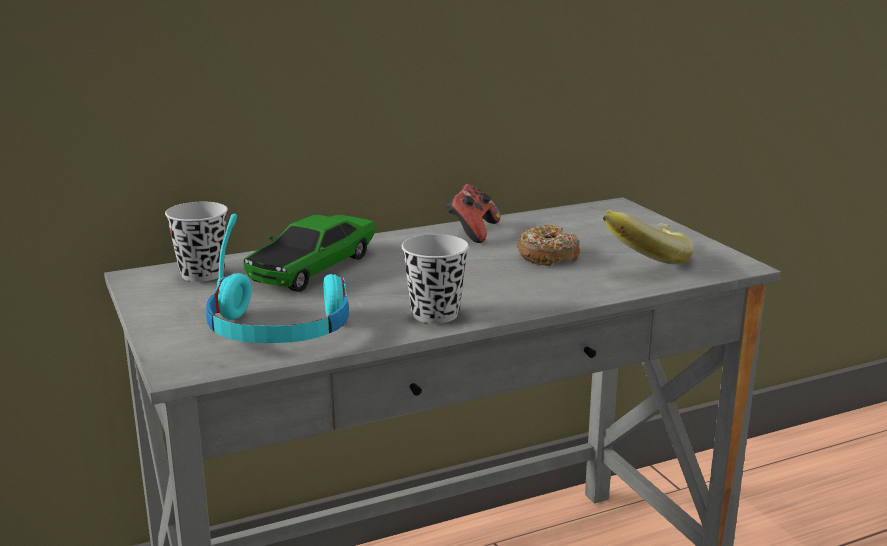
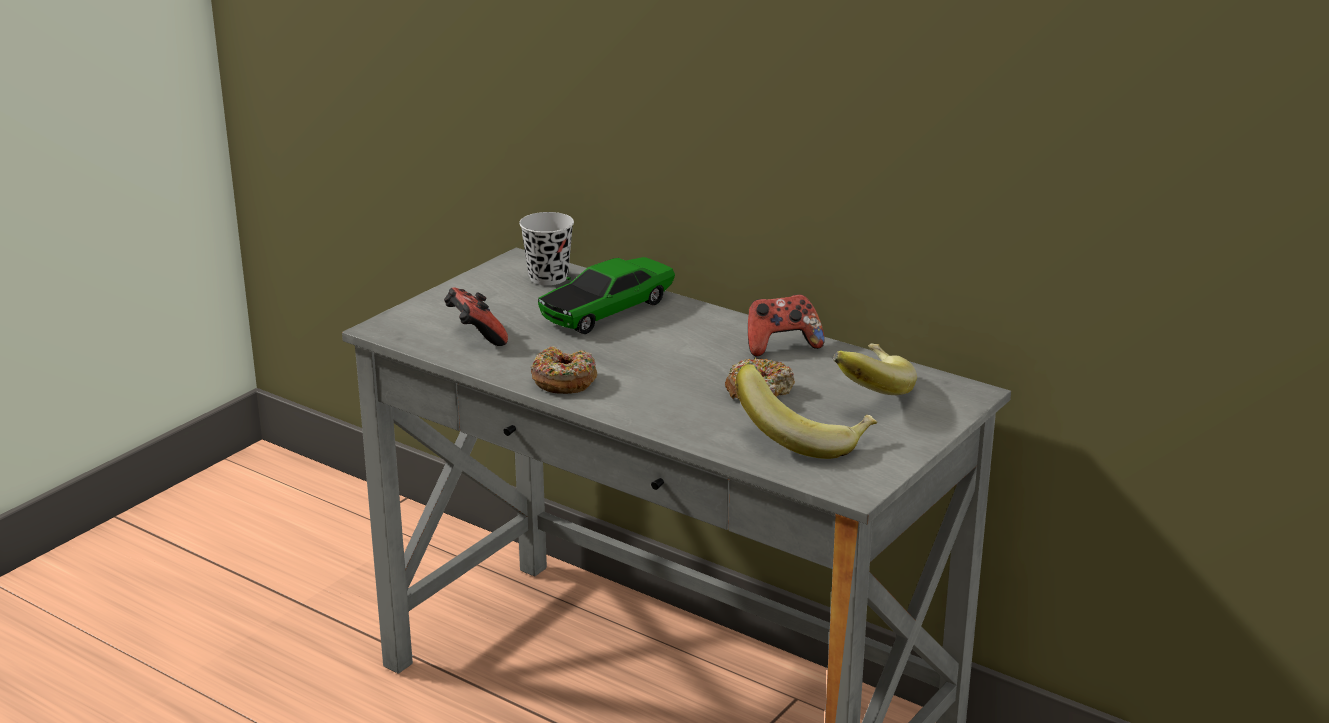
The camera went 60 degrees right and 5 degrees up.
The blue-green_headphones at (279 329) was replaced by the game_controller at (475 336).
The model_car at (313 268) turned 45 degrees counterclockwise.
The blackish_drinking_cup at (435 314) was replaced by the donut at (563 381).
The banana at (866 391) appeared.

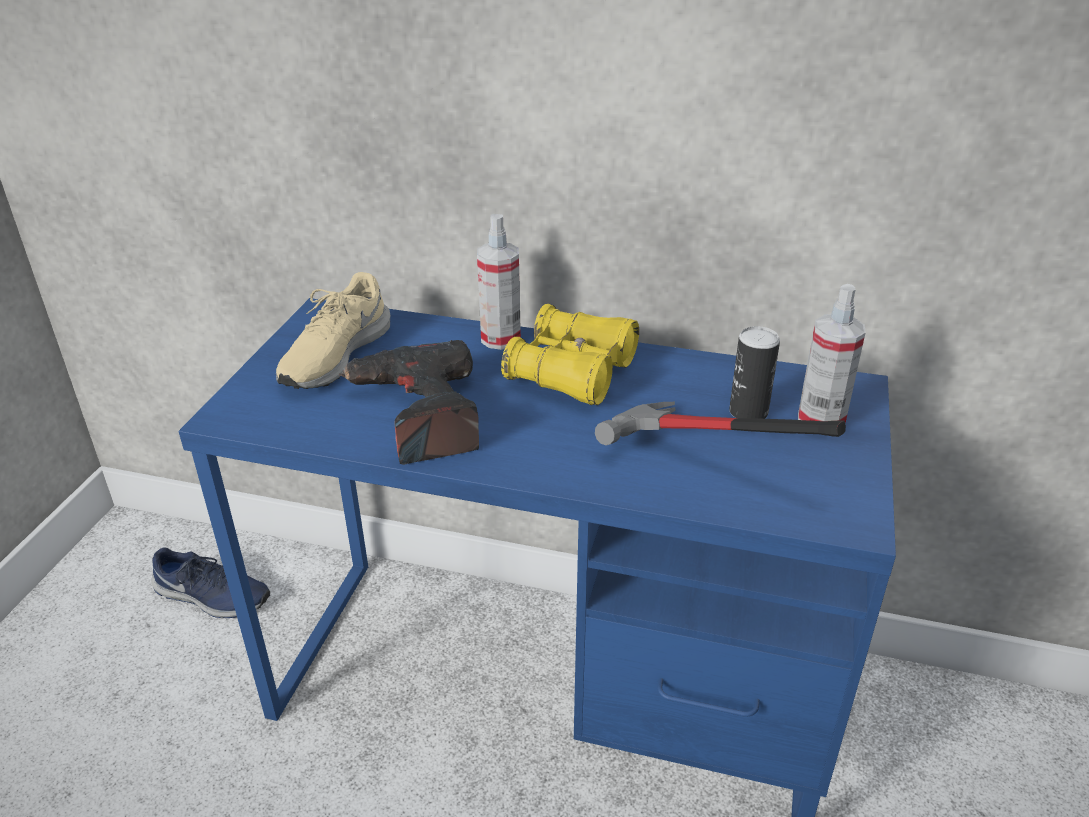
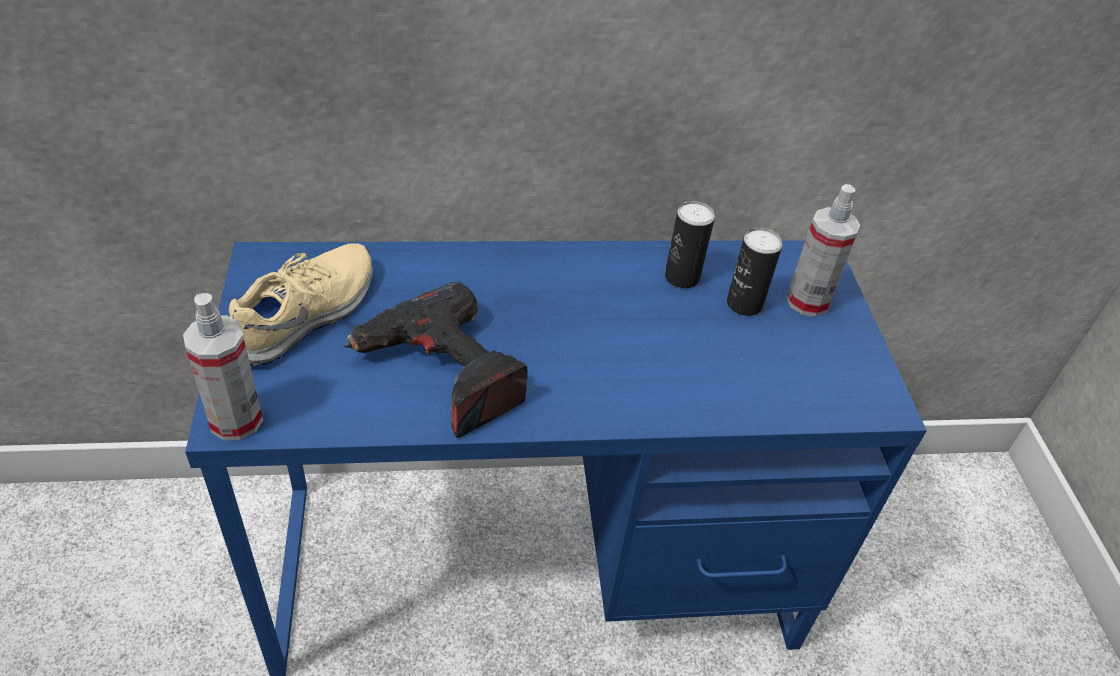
The camera went 25 degrees left and 10 degrees up.
The bluish_shoe at (212 597) disappeared.
The sand-coloured_shoe at (334 355) turned 150 degrees counterclockwise.
The spray_bottle moved from (501 338) to (236 420).
The yellow_pair_of_binoculars at (572 372) disappeared.
The hand_hammer at (699 464) disappeared.
The sealed_can at (682 277) appeared.

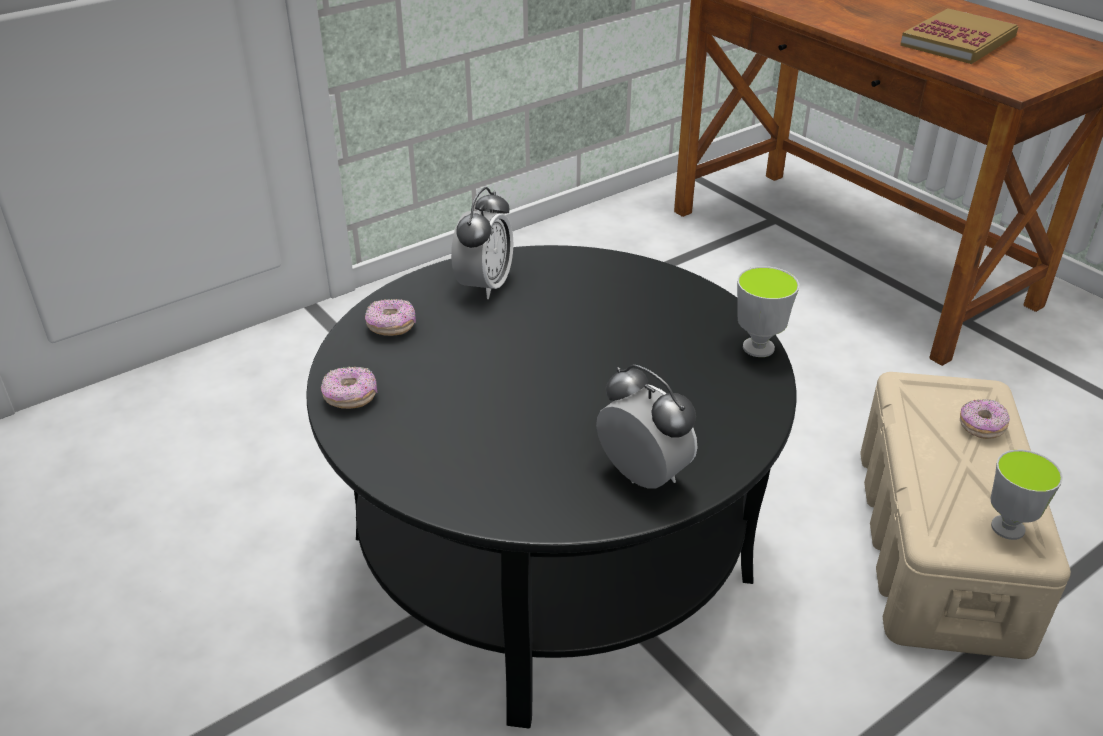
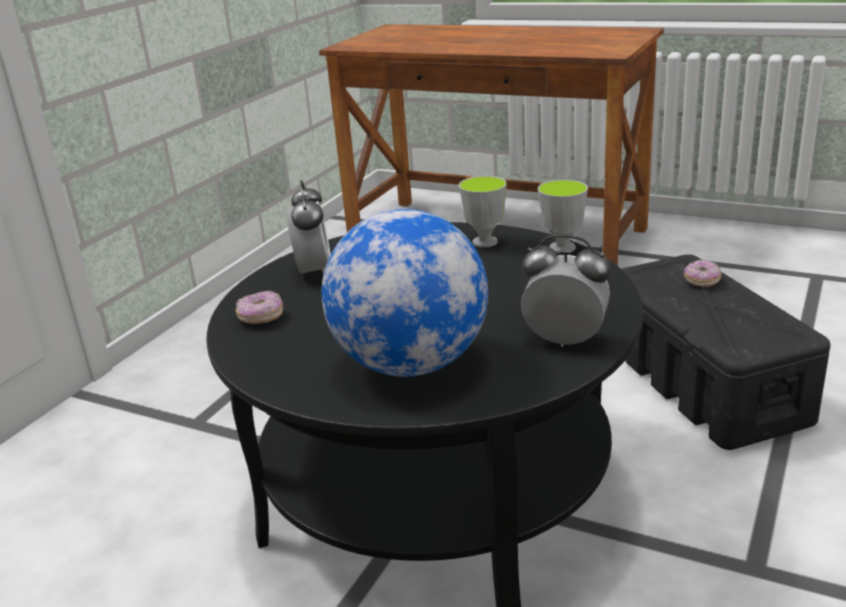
The camera went 25 degrees left and 10 degrees down.
The donut at (350 398) disappeared.
The sand-coloured_storage_bin at (938 546) became the blackish_storage_bin at (704 383).
The volume at (958 41) disappeared.
The drinking_cup moved from (1007 528) to (485 242).
The desk_globe at (411 364) appeared.

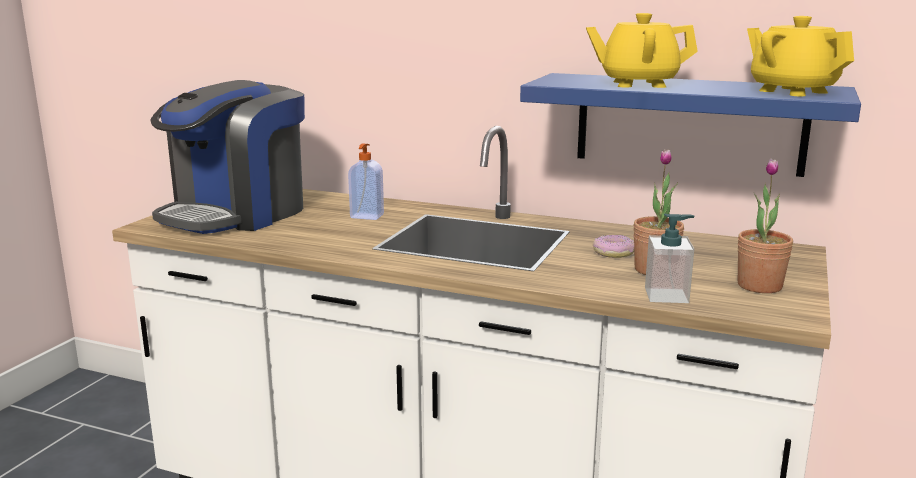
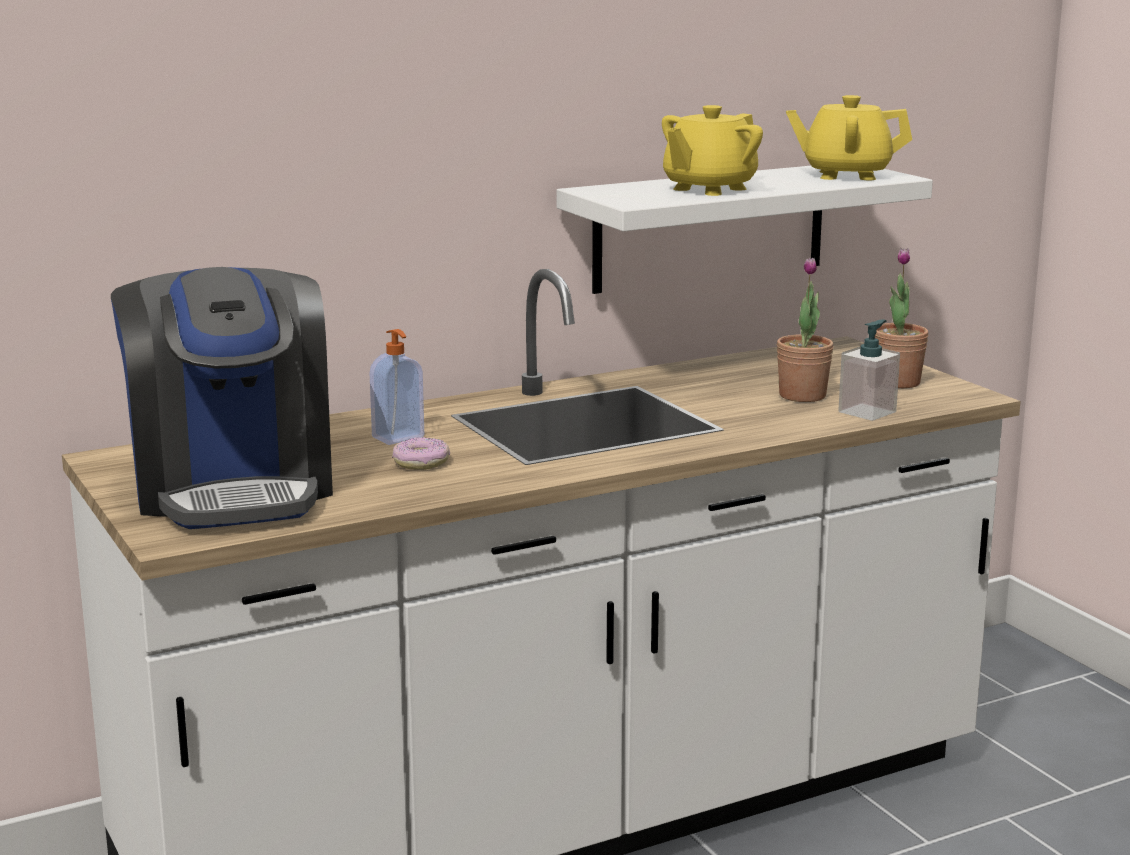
The camera went 50 degrees left and 0 degrees up.
The bluish_wall_shelf at (689 123) became the white-coloured_wall_shelf at (710 227).
The donut moved from (613 252) to (420 463).

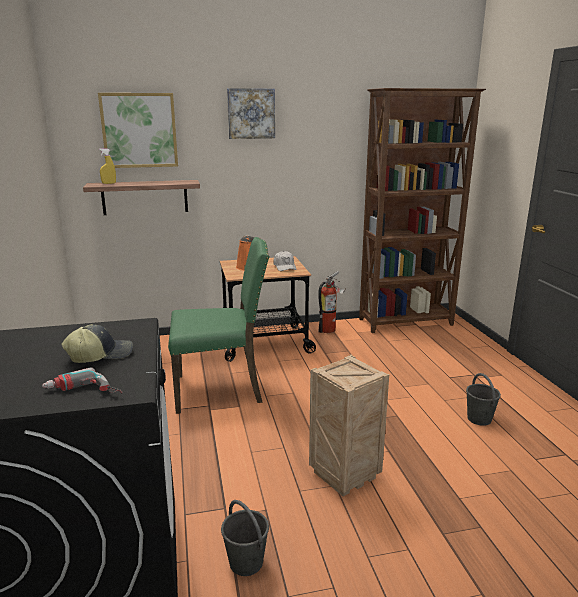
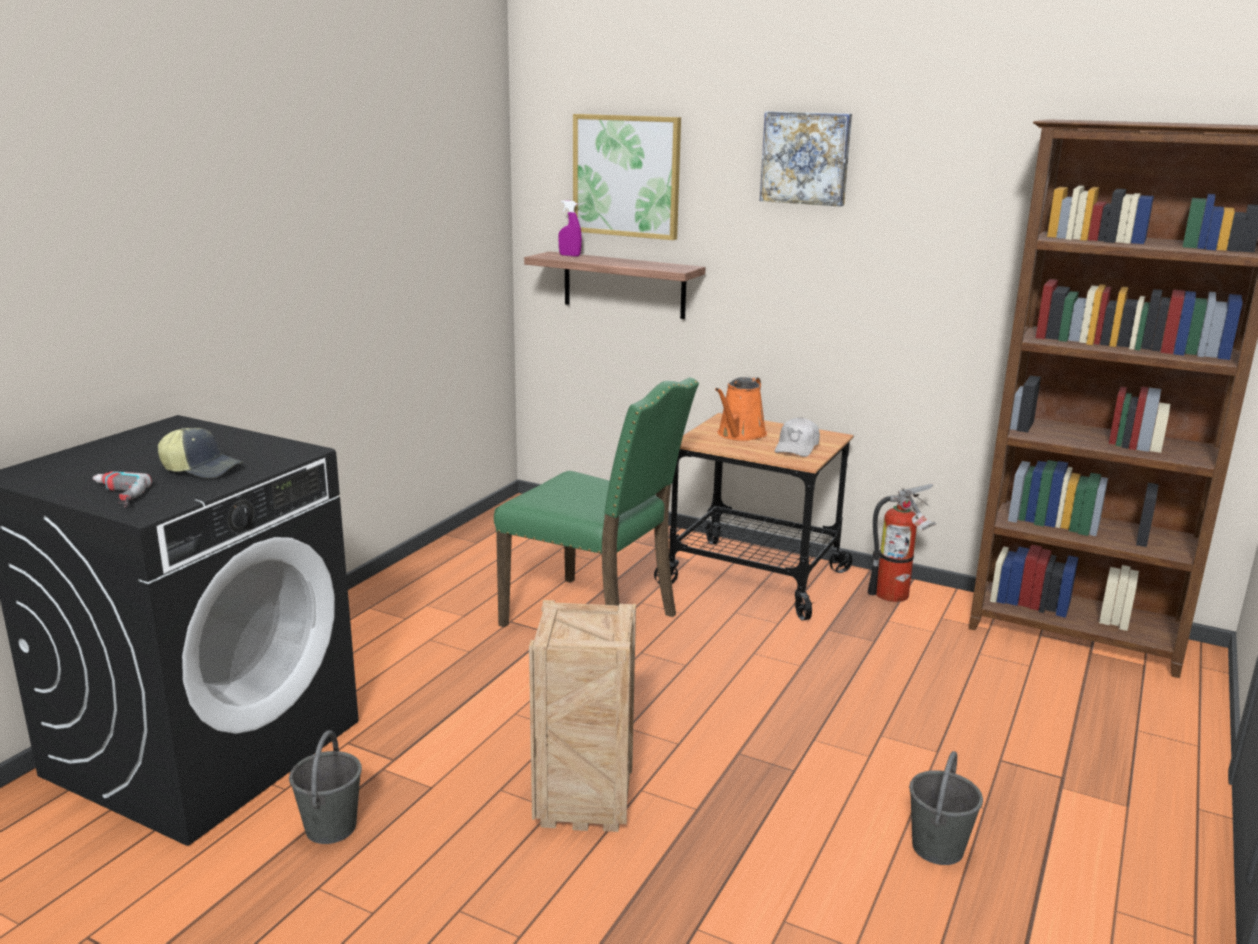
The camera went 40 degrees right and 0 degrees up.
The yellow_spray_bottle at (109 183) became the purplish_spray_bottle at (570 255).

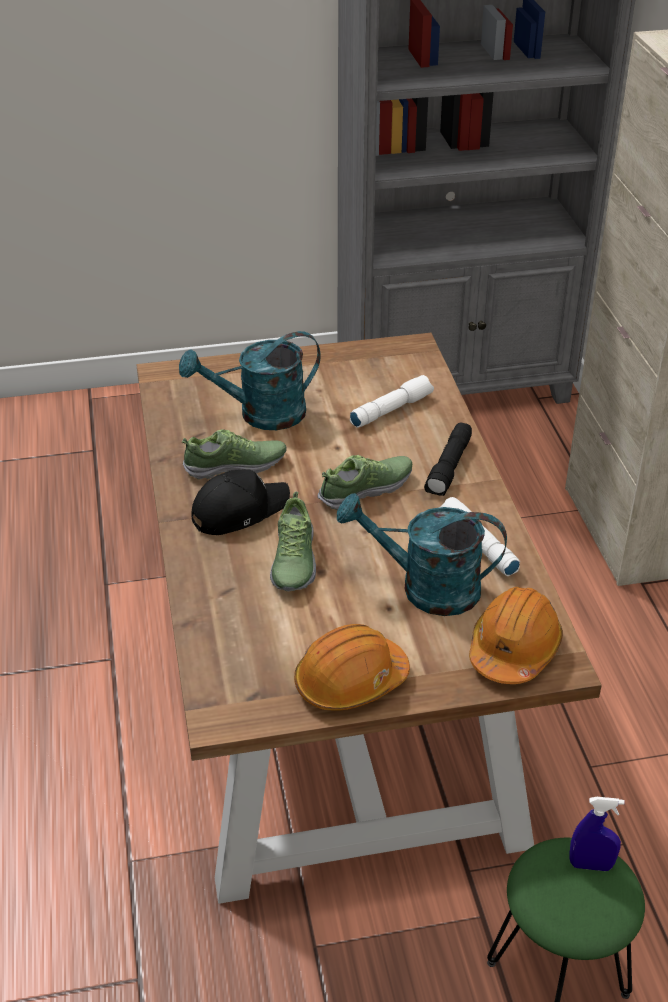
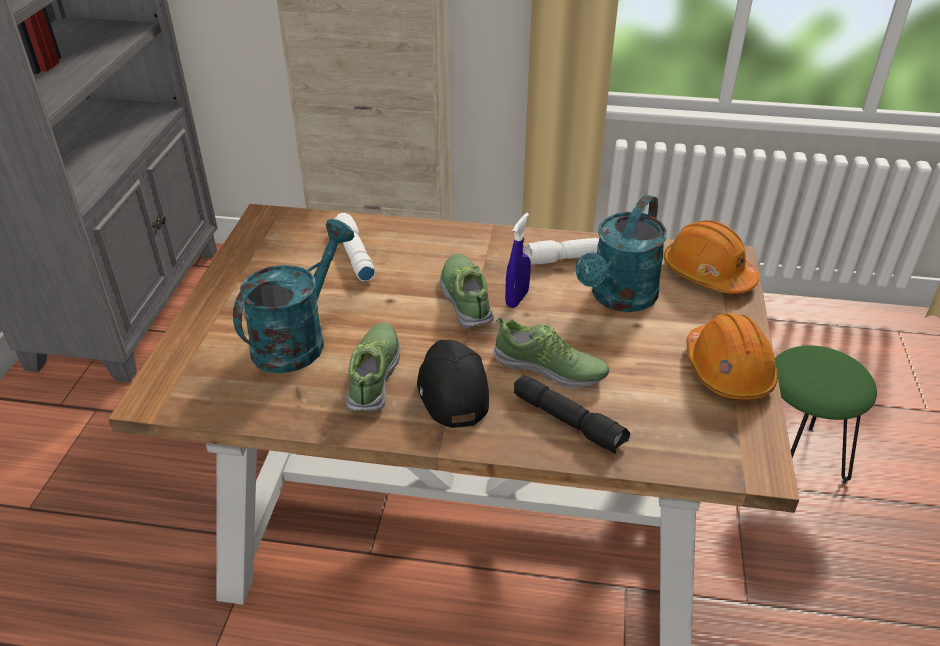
The camera went 70 degrees left and 0 degrees up.
The blue-green_watering_pot at (260 415) turned 150 degrees counterclockwise.
The blackish_flashlight moved from (449 468) to (569 421).
The bluish_spray_bottle moved from (591 865) to (517 298).

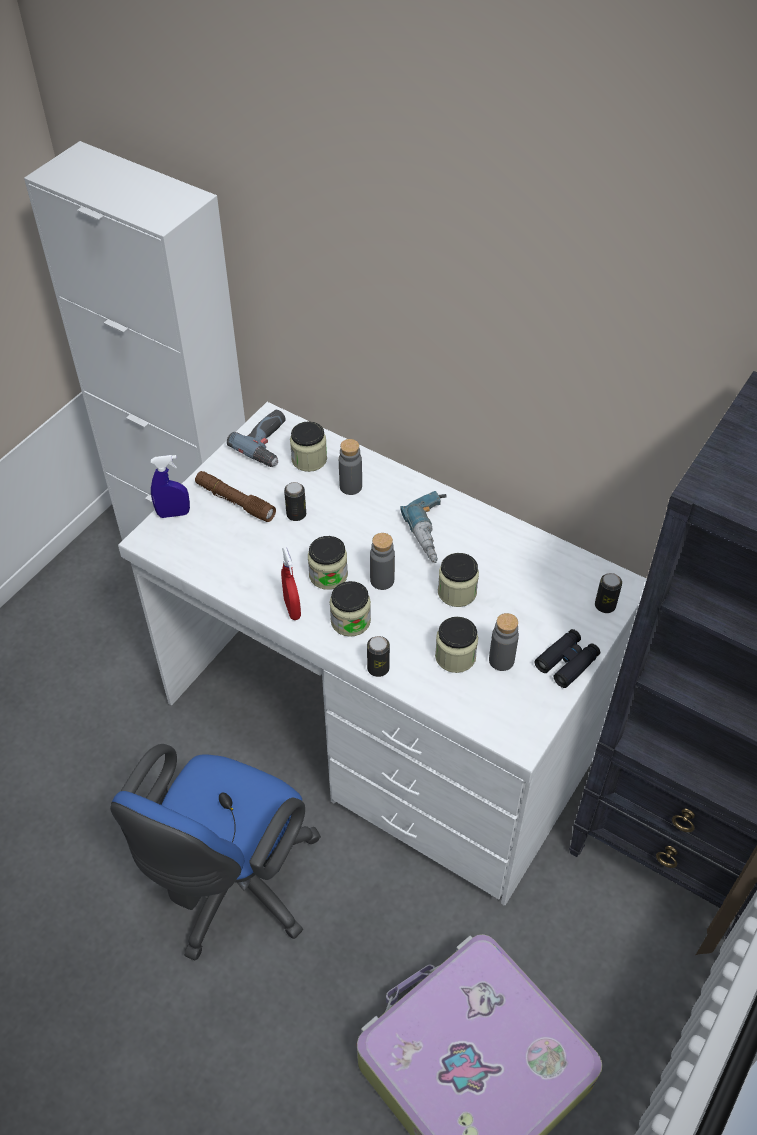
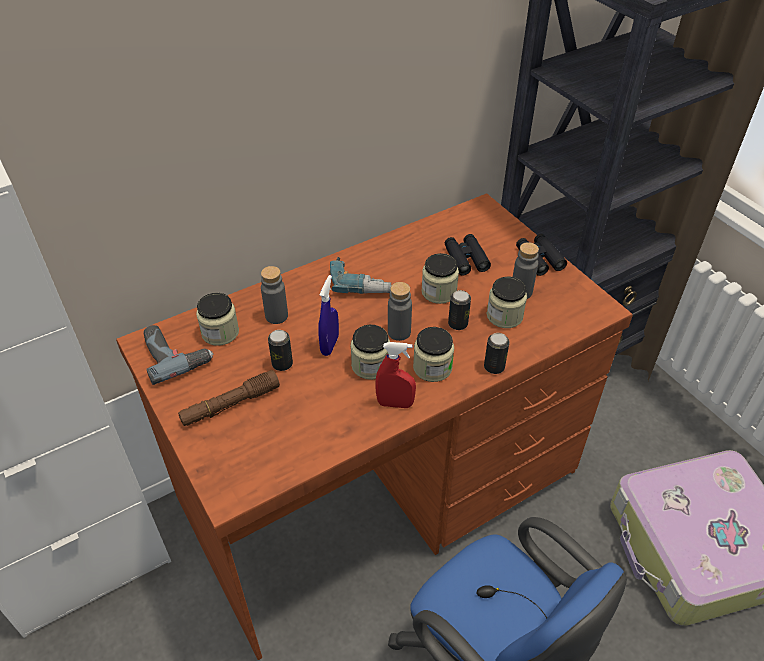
The camera went 65 degrees left and 5 degrees down.
The white-coloured_desk at (383 724) became the brownish_desk at (381 486).
The bluish_spray_bottle moved from (173 513) to (329 345).
The sealed_can moved from (605 605) to (457 324).
The blackish_pair_of_binoculars at (466 259) appeared.

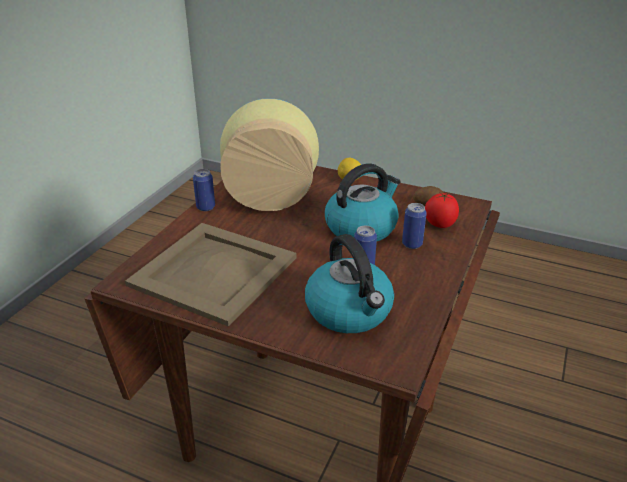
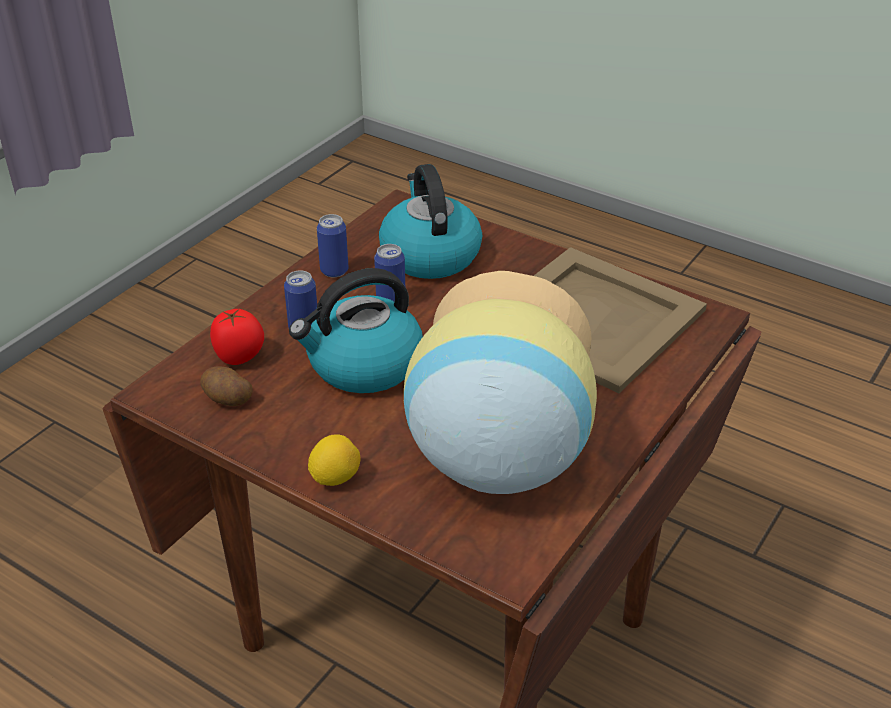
The camera went 170 degrees left and 5 degrees up.
The sealed_can moved from (205 207) to (334 271).

